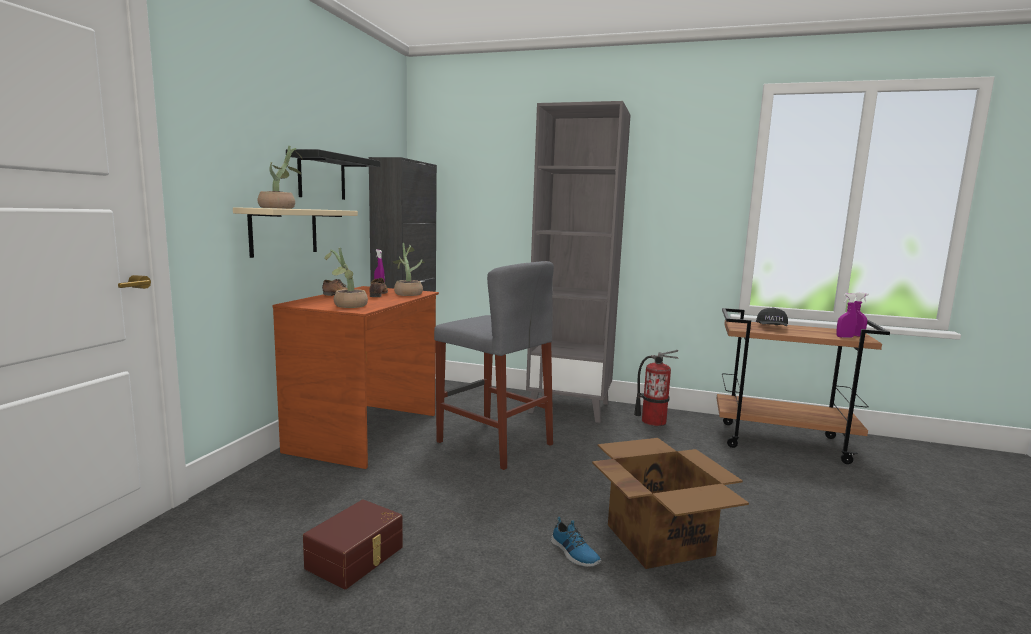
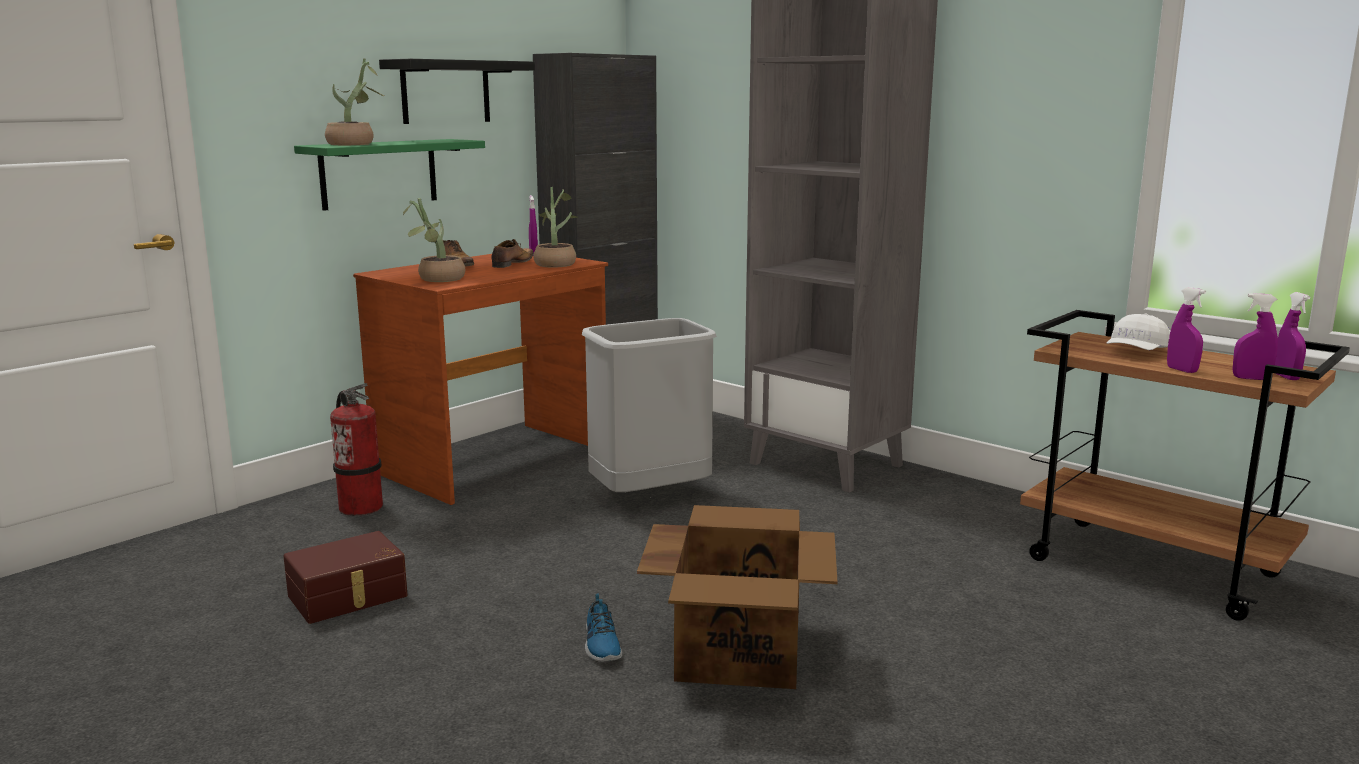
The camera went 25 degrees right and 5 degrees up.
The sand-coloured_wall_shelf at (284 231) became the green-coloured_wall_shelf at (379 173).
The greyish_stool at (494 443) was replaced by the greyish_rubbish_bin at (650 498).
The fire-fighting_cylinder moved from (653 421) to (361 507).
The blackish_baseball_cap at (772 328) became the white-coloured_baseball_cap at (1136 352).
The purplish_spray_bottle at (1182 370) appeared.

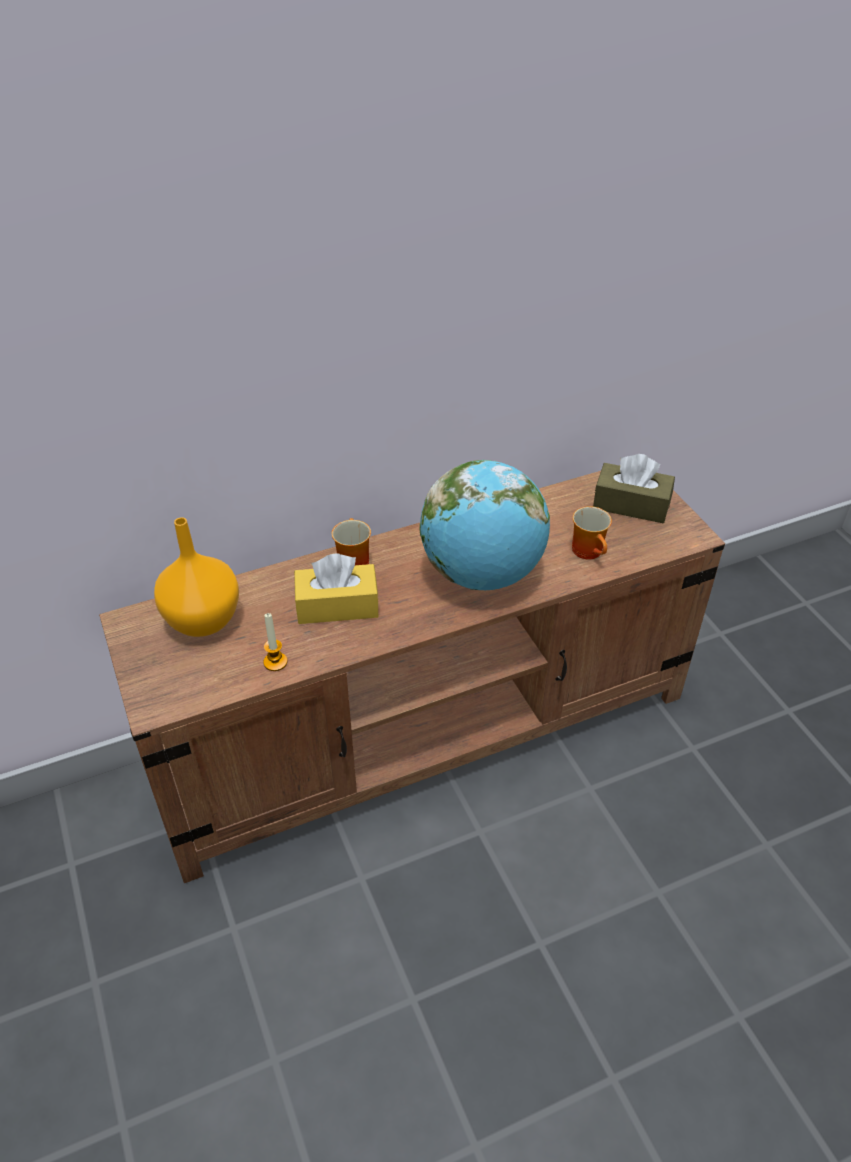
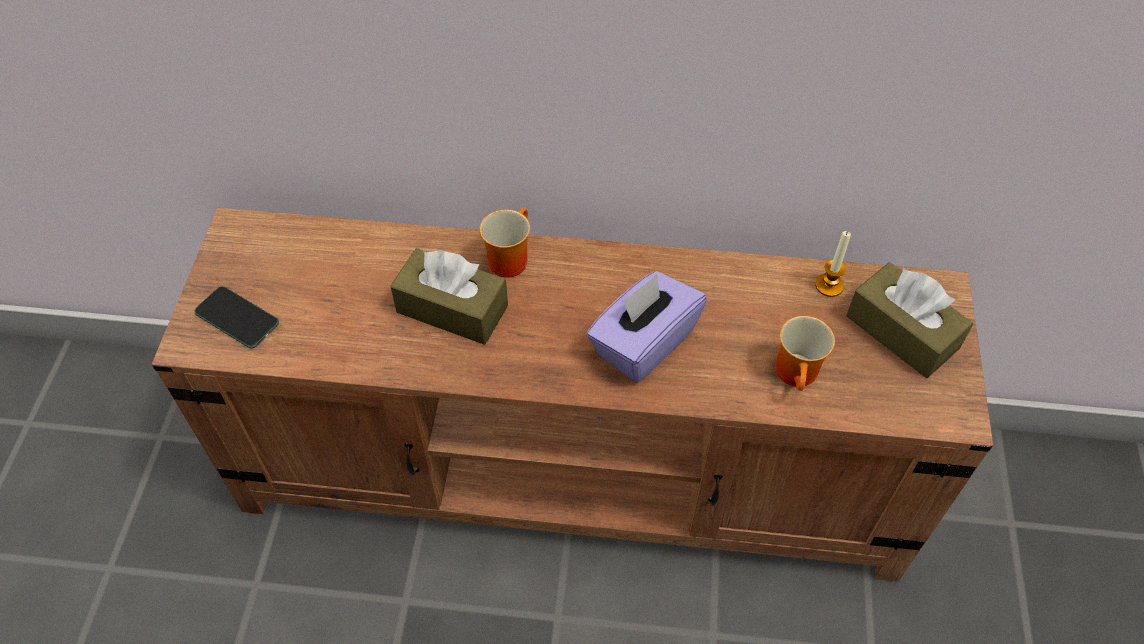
The camera went 30 degrees right and 10 degrees up.
The orange-coloured_decorative_vase at (201 620) disappeared.
The candle moved from (275 662) to (829 285).
The yellow_tissue_box at (337 606) became the brownish_tissue_box at (452 309).
The desk_globe at (482 573) was replaced by the purplish_tissue_box at (643 343).
The handset at (237 318) appeared.

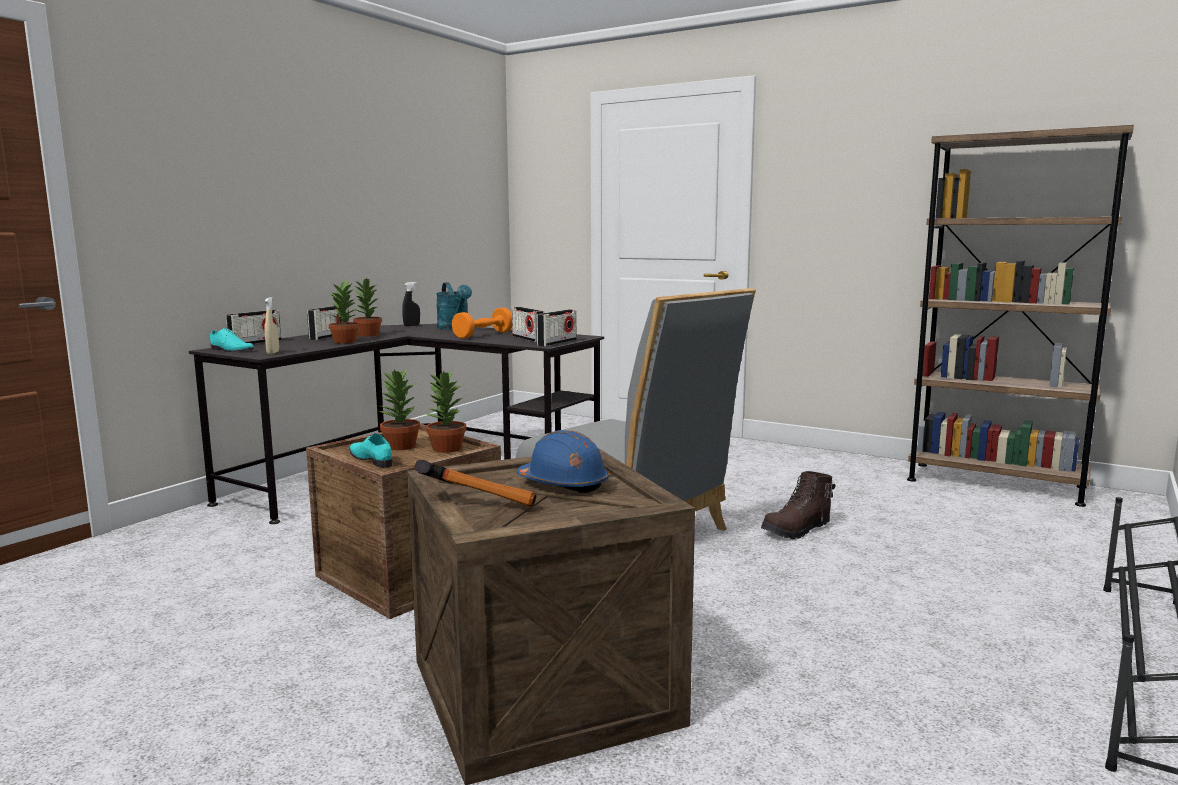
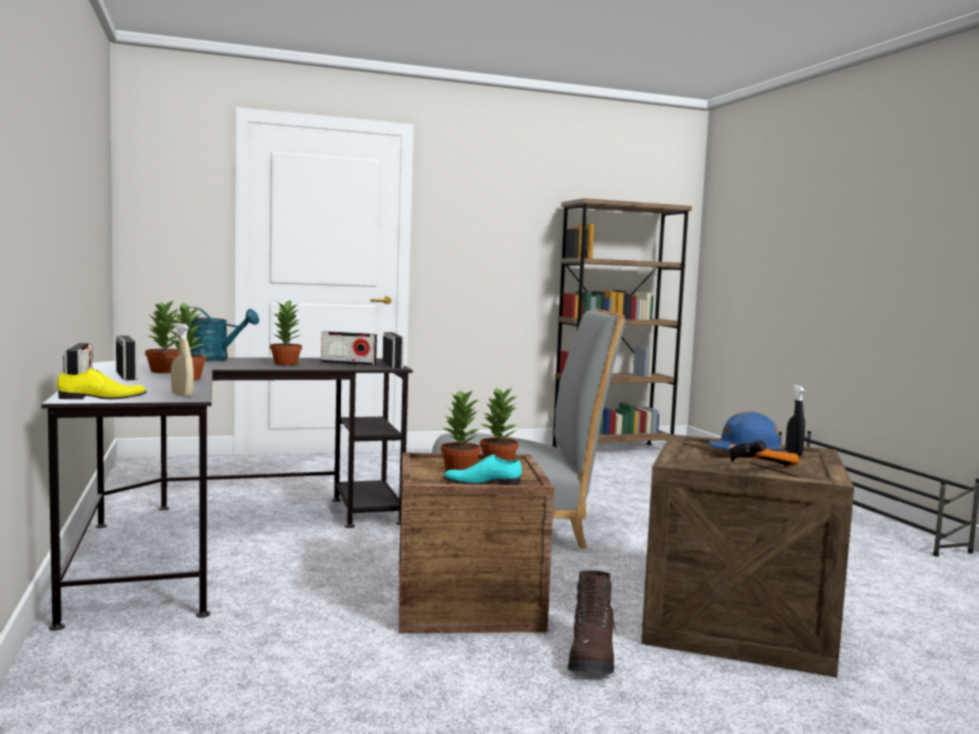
The camera went 50 degrees left and 5 degrees down.
The blue-green_shoe at (231 350) became the yellow_shoe at (102 397).
The blackish_spray_bottle moved from (411 325) to (793 454).
The orange-coloured_dumbbell at (483 335) was replaced by the plant_in_a_pot at (286 363).
The brownish_boot moved from (797 530) to (591 657).

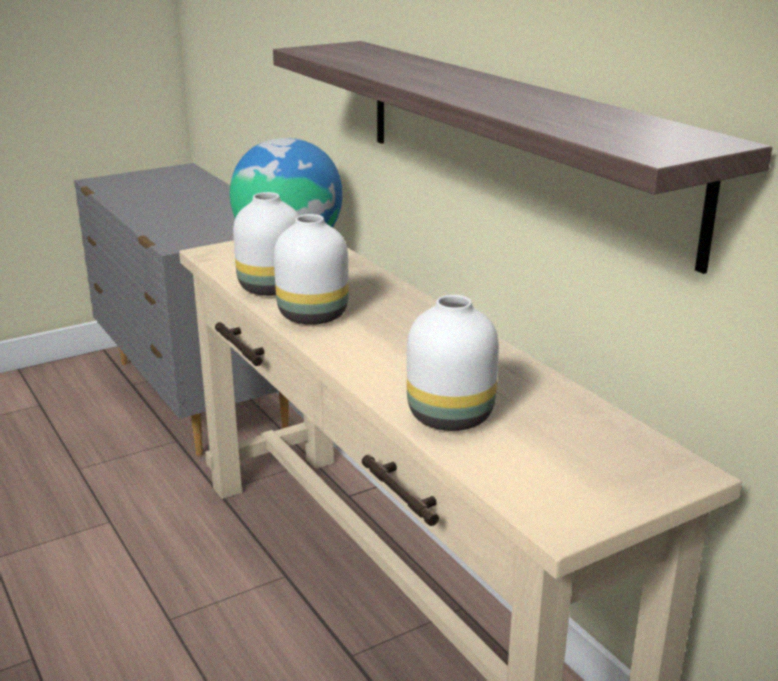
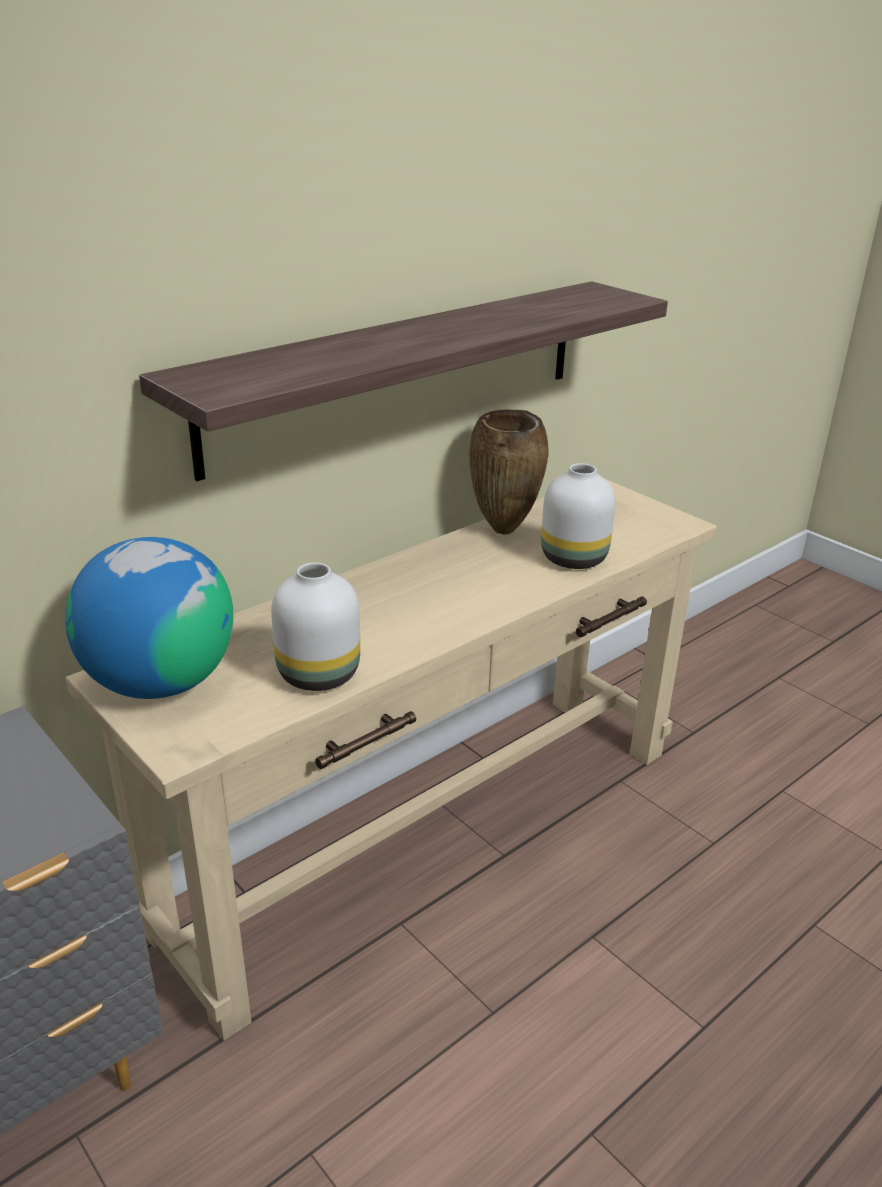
The camera went 100 degrees left and 5 degrees up.
The white-coloured_decorative_vase at (311 315) disappeared.
The brownish_decorative_vase at (505 531) appeared.

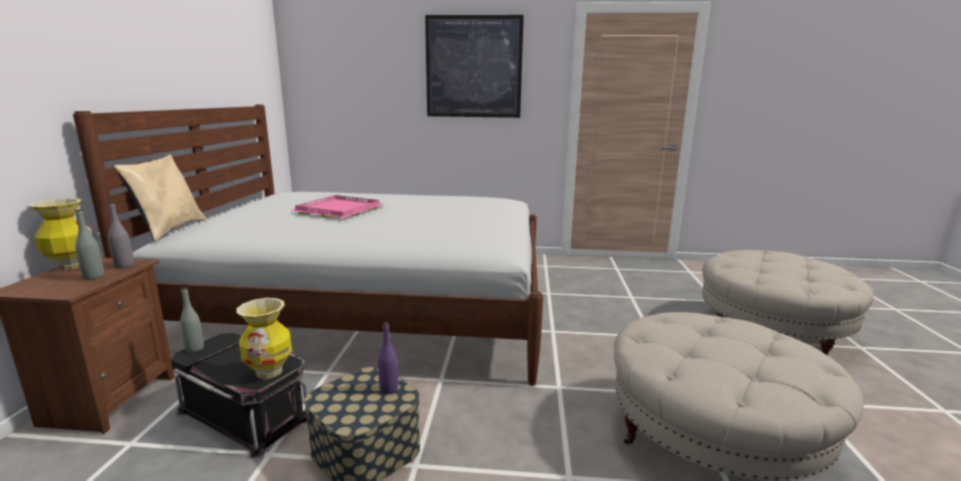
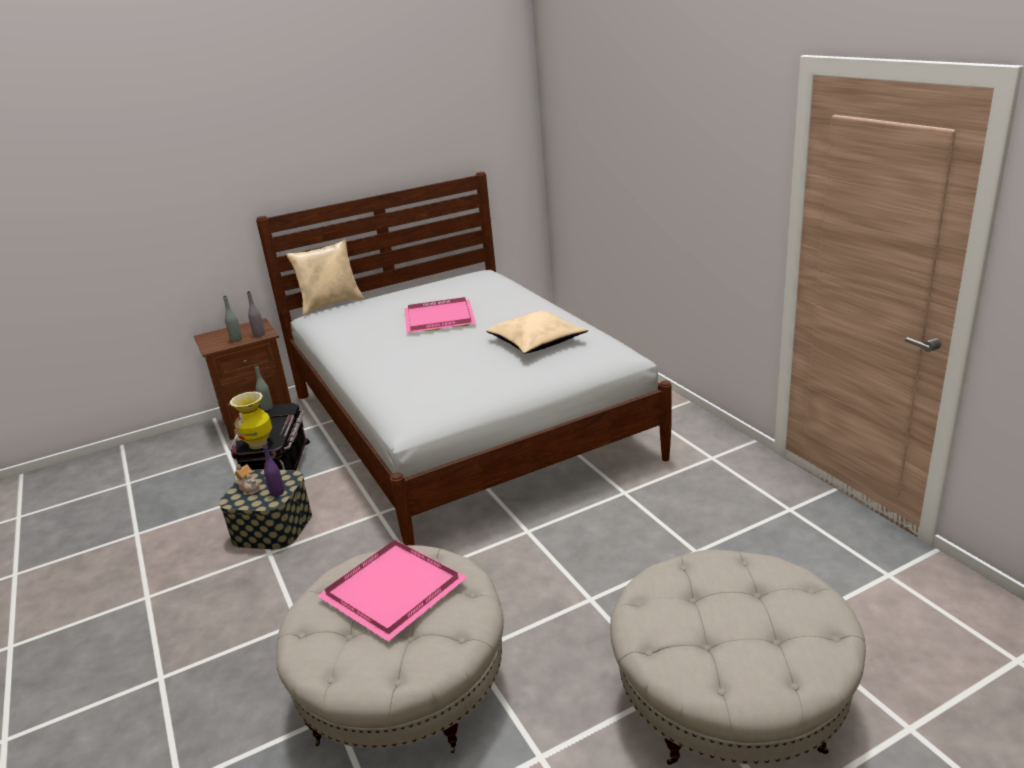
The camera went 60 degrees right and 10 degrees up.
The decorative_vase at (71 266) disappeared.
The wall_art at (473 67) disappeared.
The pot_for_tea at (249 488) appeared.
The pink-coloured_serving_tray at (393 588) appeared.
The sand-coloured_cushion at (537 341) appeared.

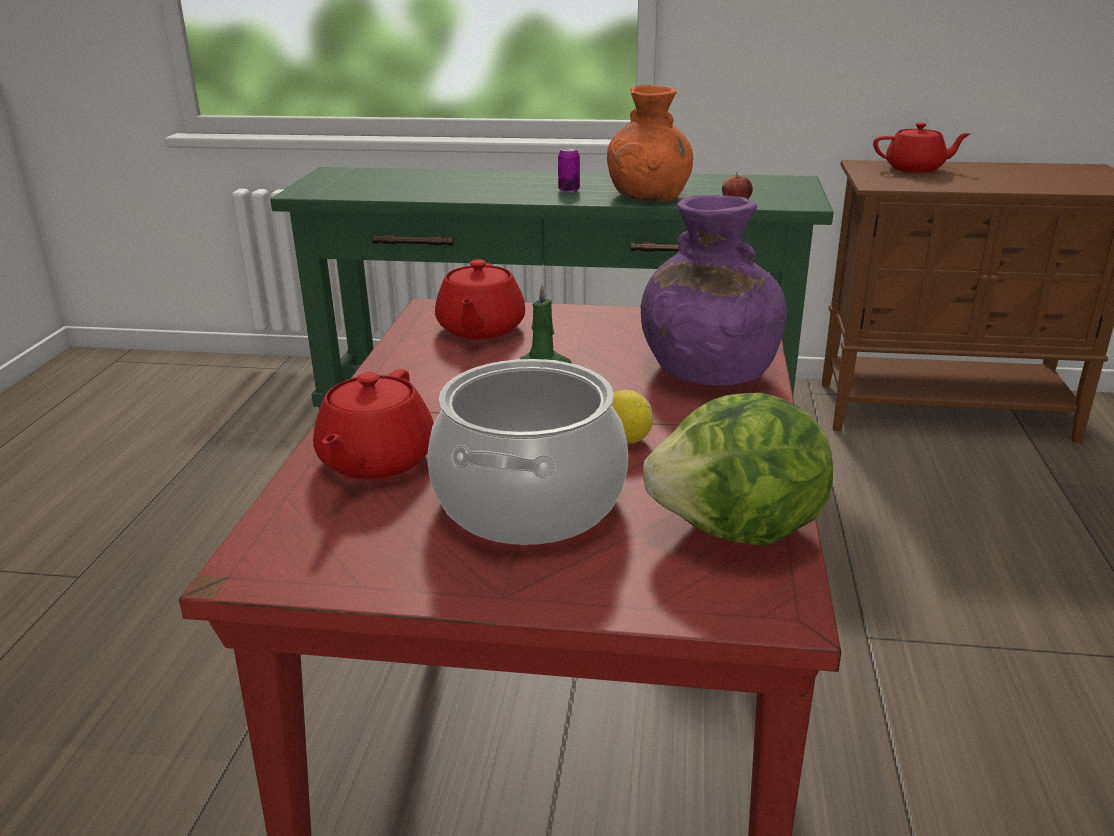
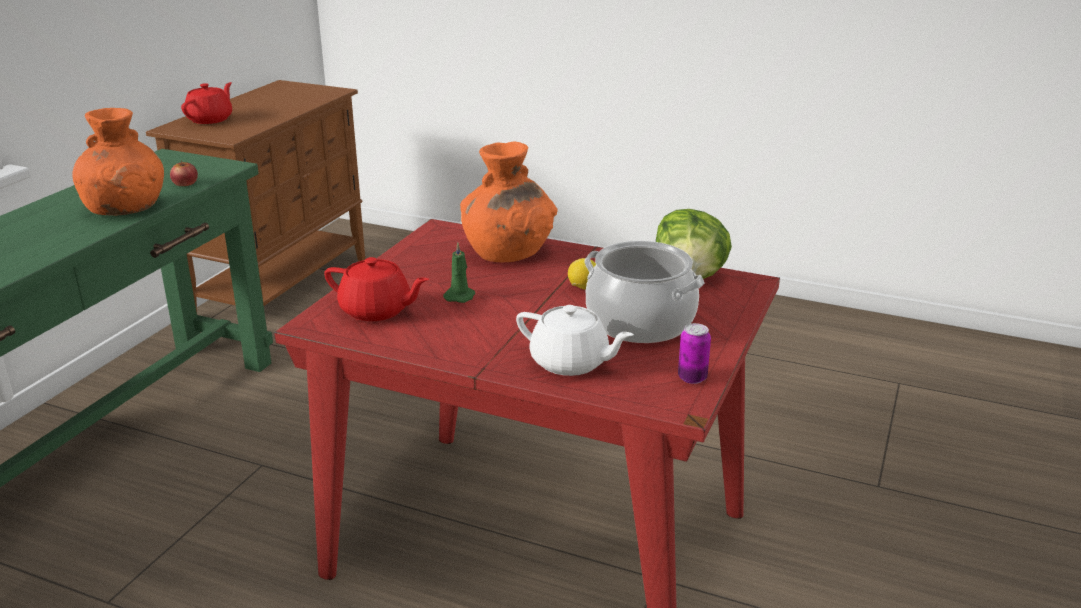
The camera went 75 degrees left and 0 degrees up.
The red-coloured_pot_for_tea at (375 461) became the white-coloured_pot_for_tea at (571 363).
The sealed_can moved from (569 190) to (692 378).
The purplish_decorative_vase at (706 371) became the orange-coloured_decorative_vase at (507 253).

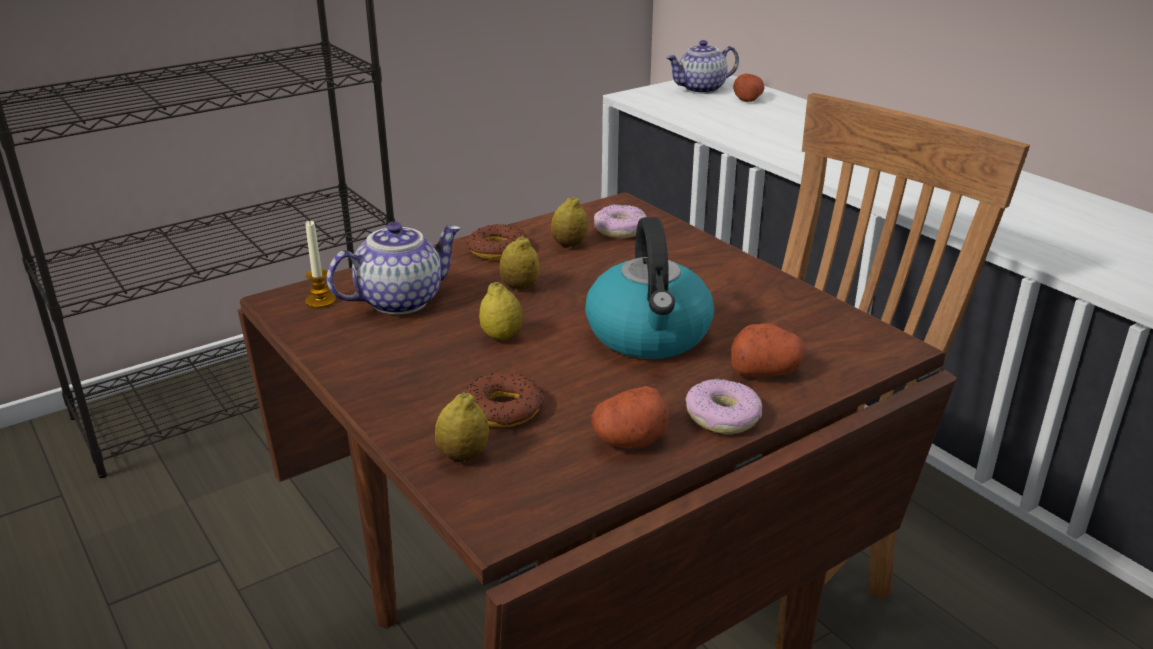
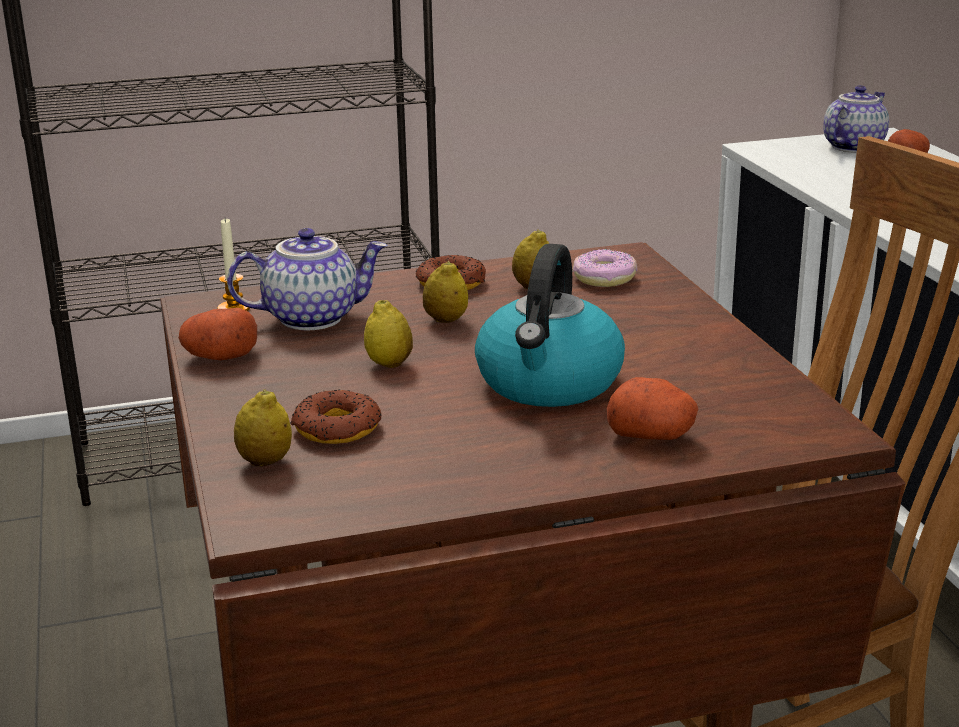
The camera went 20 degrees right and 5 degrees down.
The spud moved from (629 440) to (219 357).
The pot_for_tea at (701 89) turned 135 degrees clockwise.
The donut at (723 416) disappeared.

